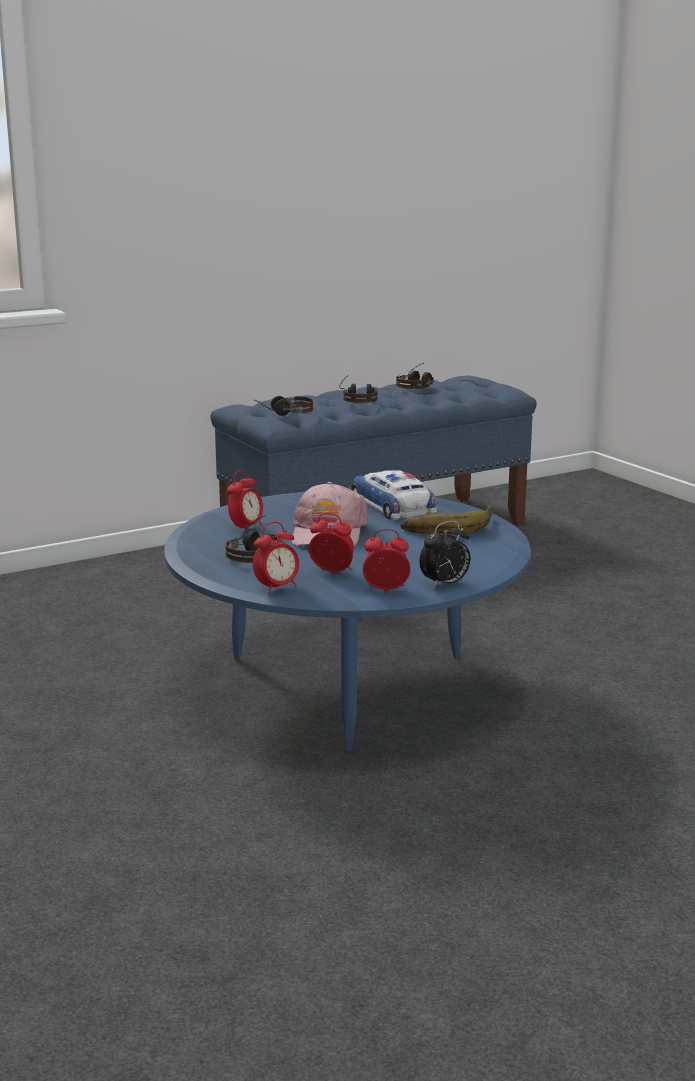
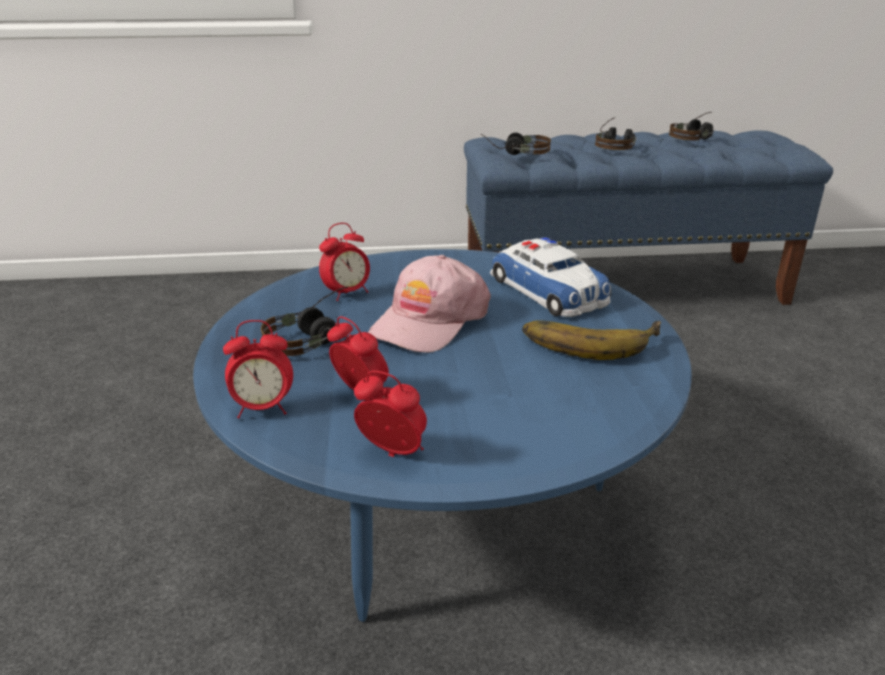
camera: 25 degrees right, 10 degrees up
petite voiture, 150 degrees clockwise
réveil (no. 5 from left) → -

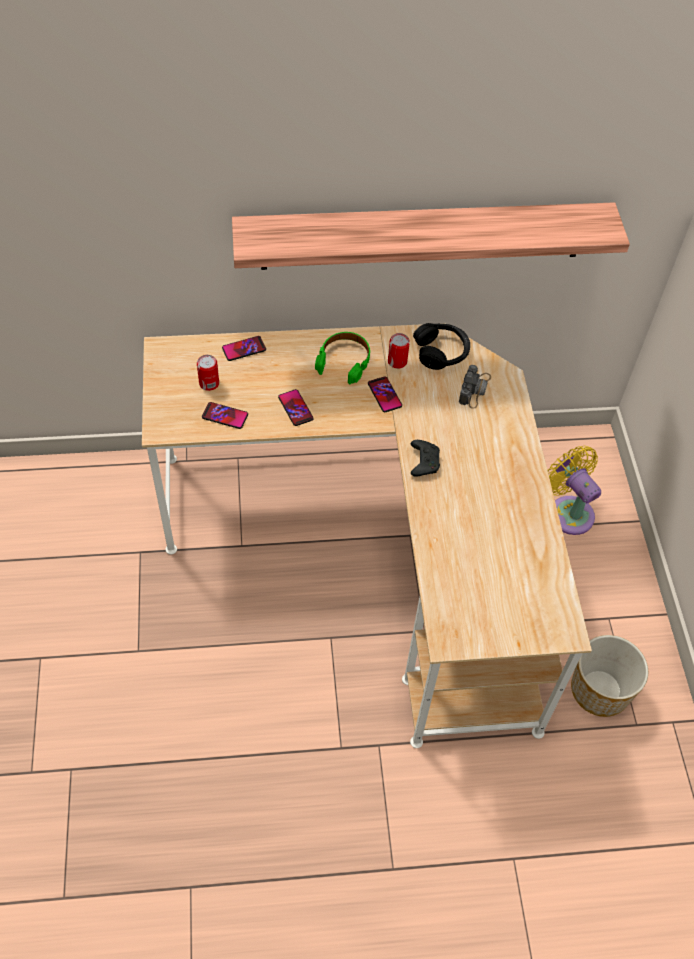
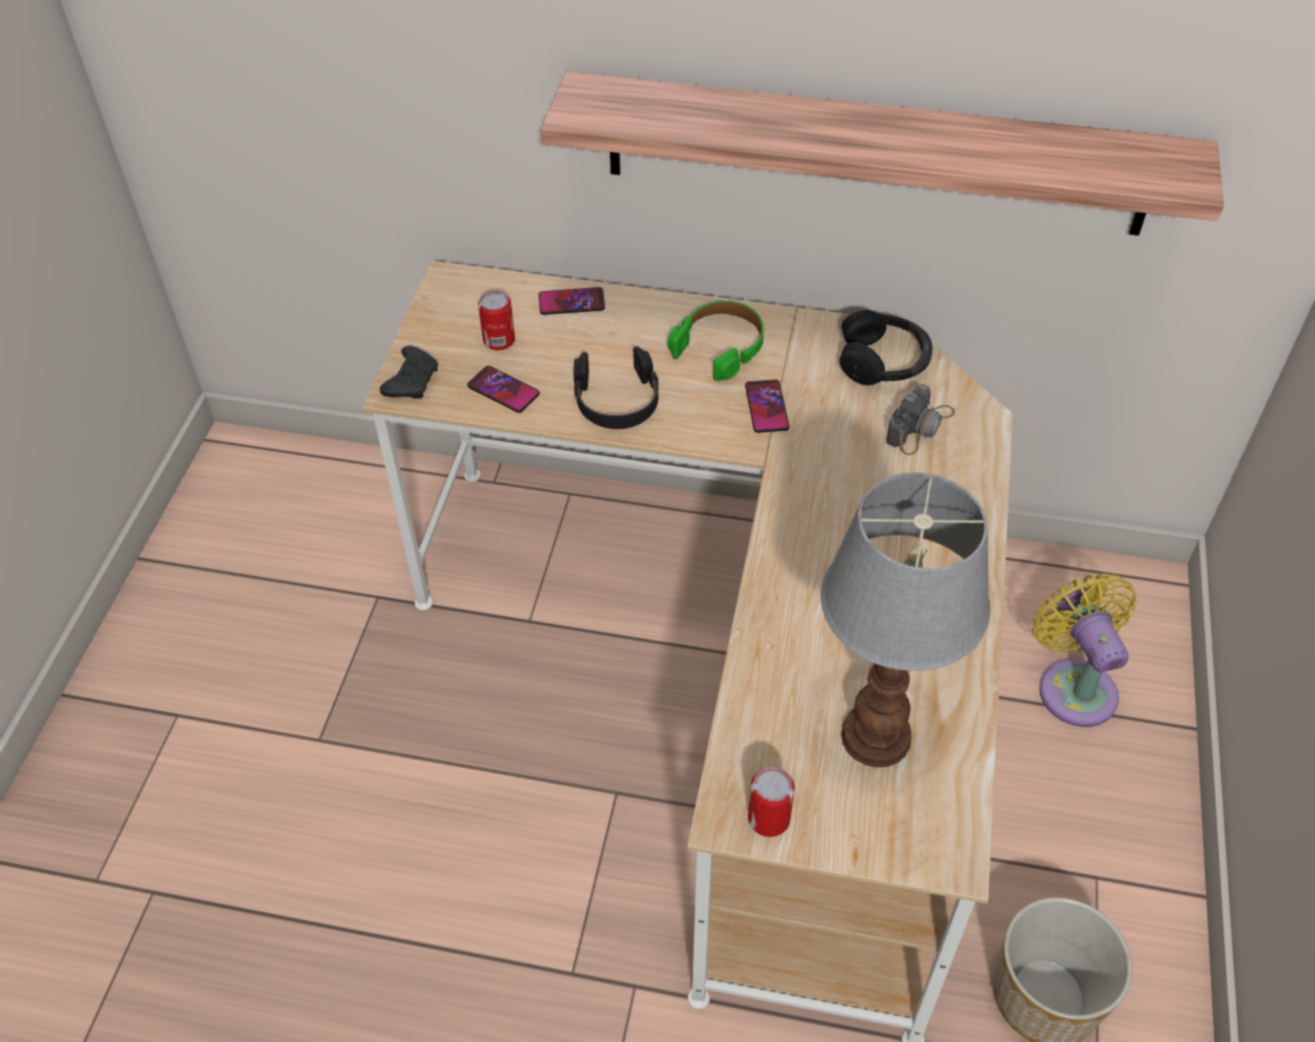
camera: 20 degrees right, 5 degrees down
manette/noir, relocated
téléphone (no. 3 from left) → casque audio/noir (no. 1 from left)
boîte métallique (no. 2 from left), relocated
- → lampe de table

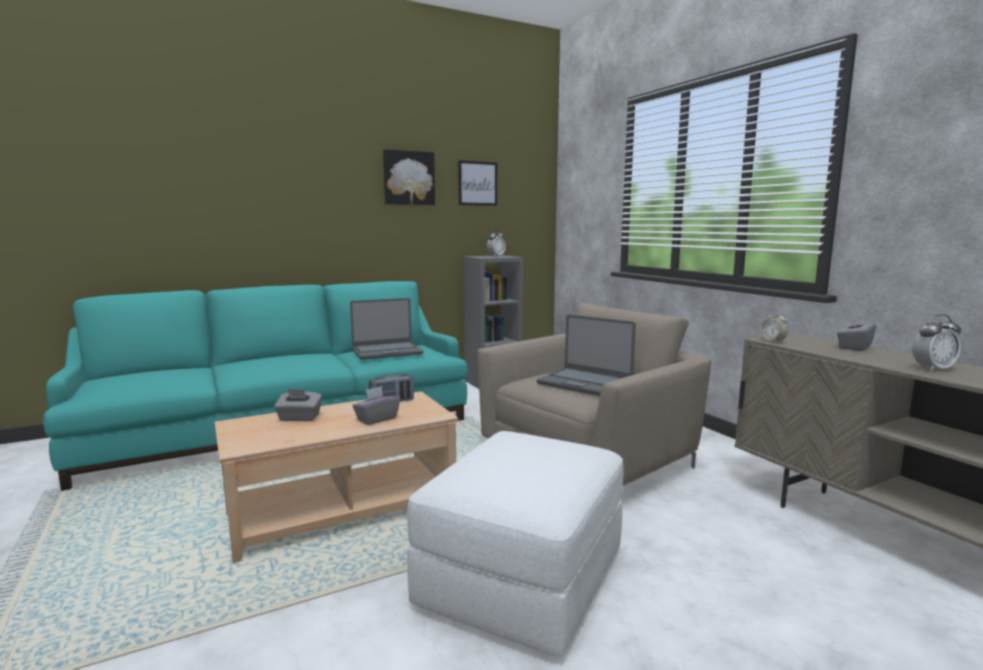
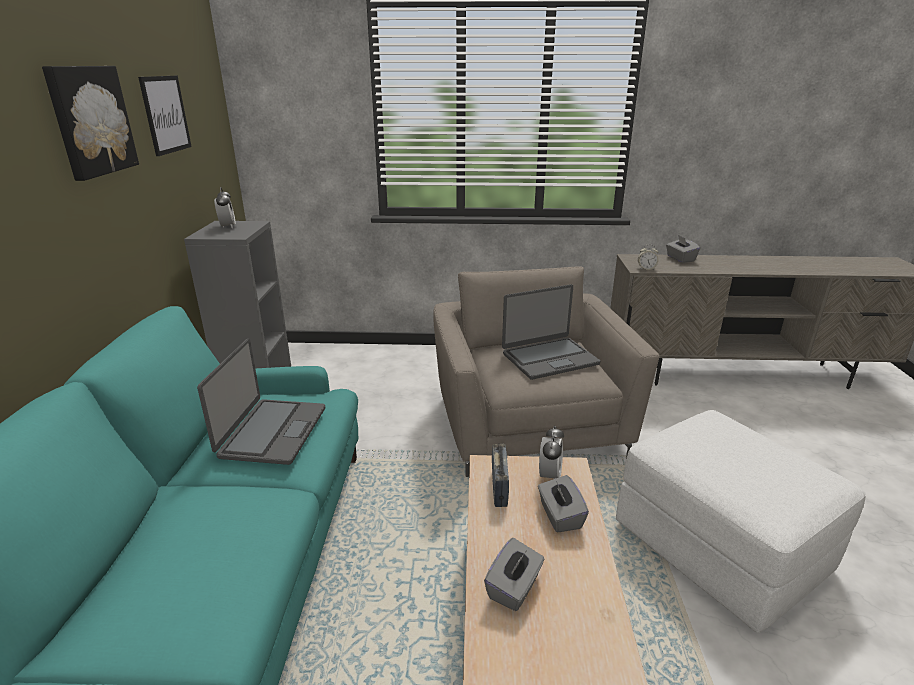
camera: 60 degrees left, 15 degrees up
réveil (no. 3 from left in the first image) → réveil (no. 2 from left), relocated

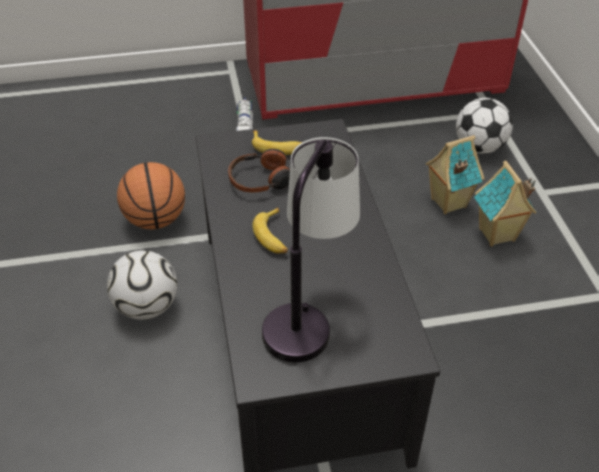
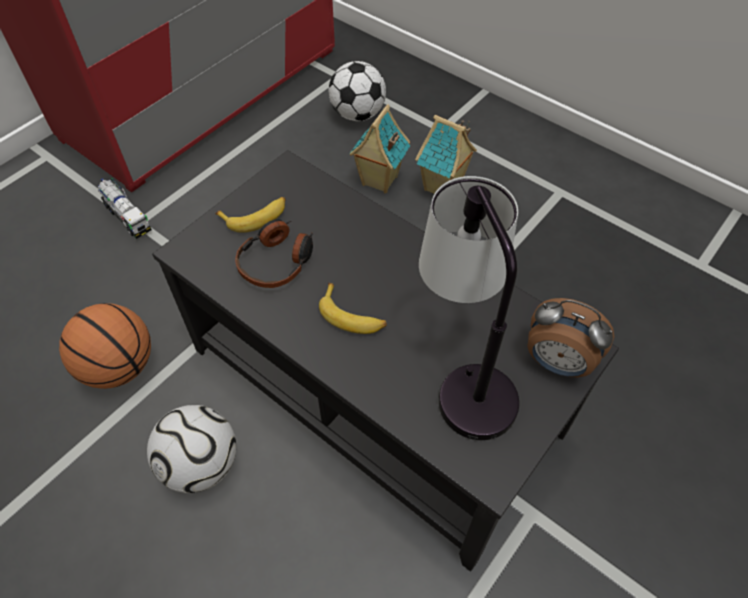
camera: 40 degrees left, 10 degrees up
- → réveil

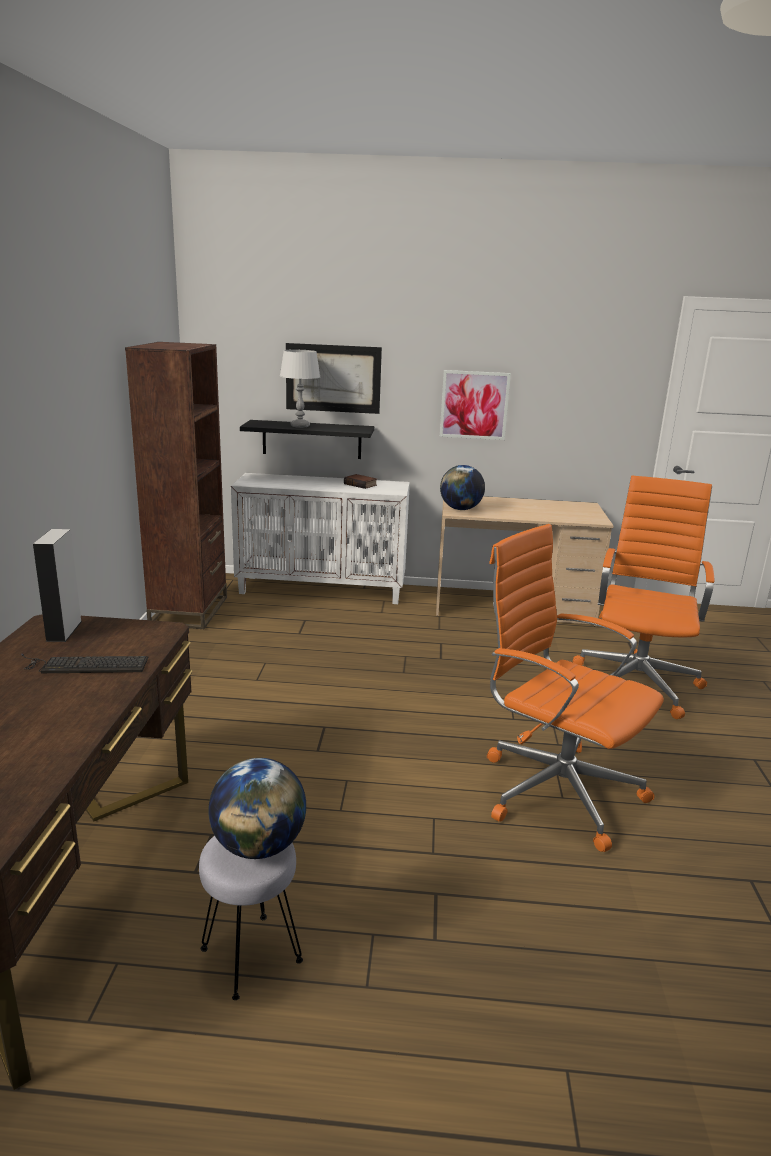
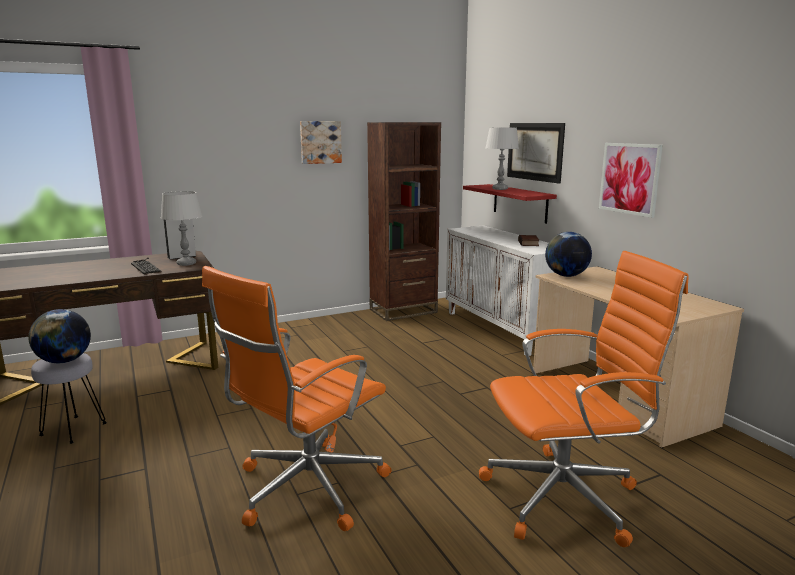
camera: 60 degrees right, 5 degrees down
- → lampe de table/gris (no. 1 from left)
chaise de bureau/orange (no. 1 from left), 150 degrees counterclockwise
- → tableau (no. 1 from left)
étagère/noir → étagère/rouge

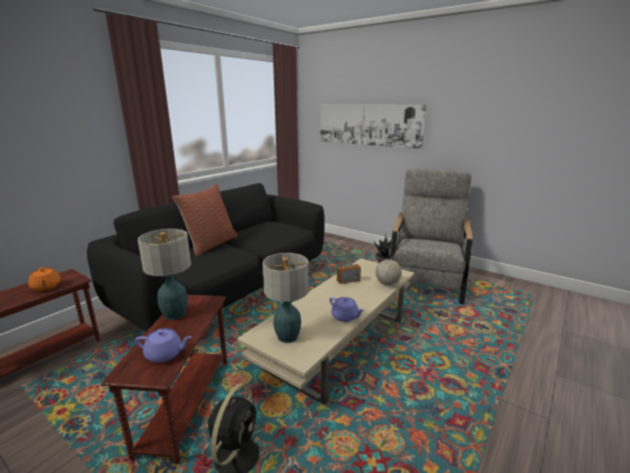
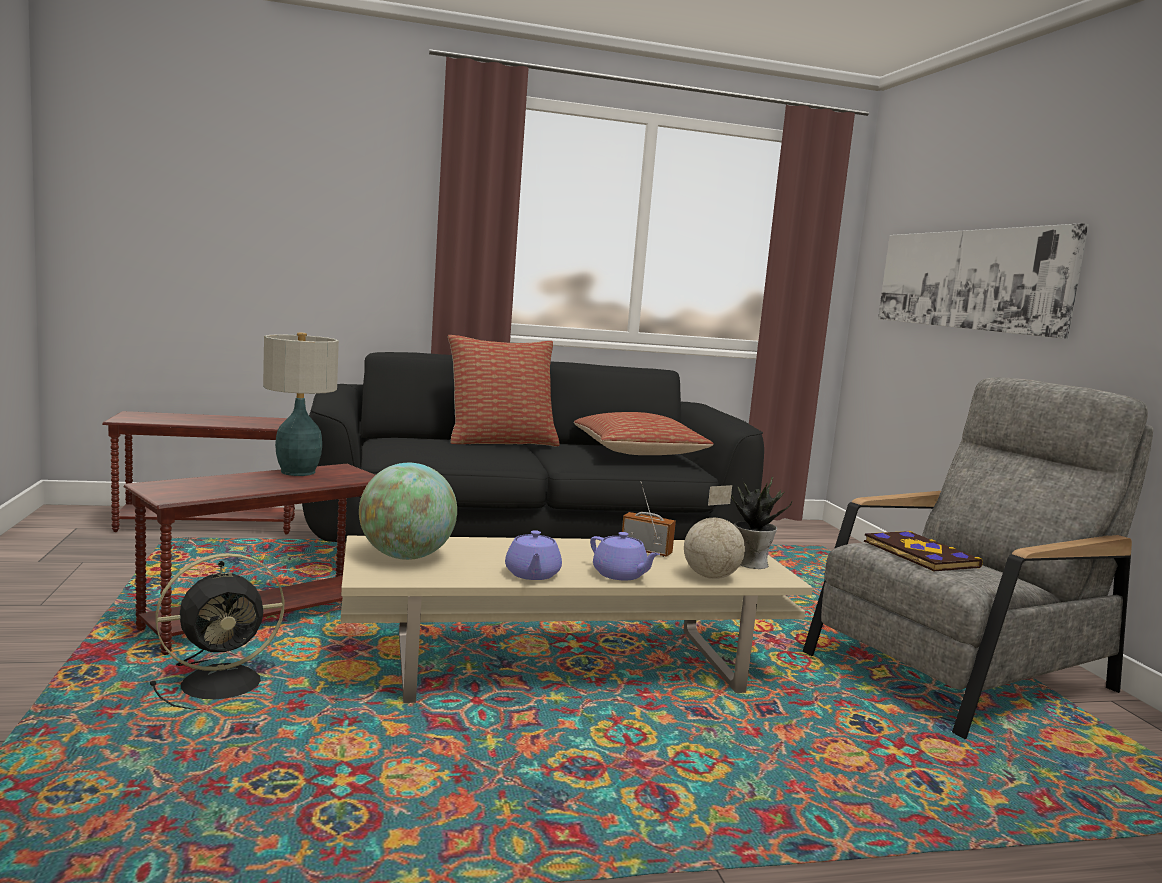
camera: 40 degrees right, 10 degrees down
lampe de table (no. 2 from left) → globe (no. 1 from left)
- → coussin (no. 2 from left)
théière/violet (no. 1 from left in the first image) → théière/violet (no. 2 from left), relocated
- → livre
théière/orange → -

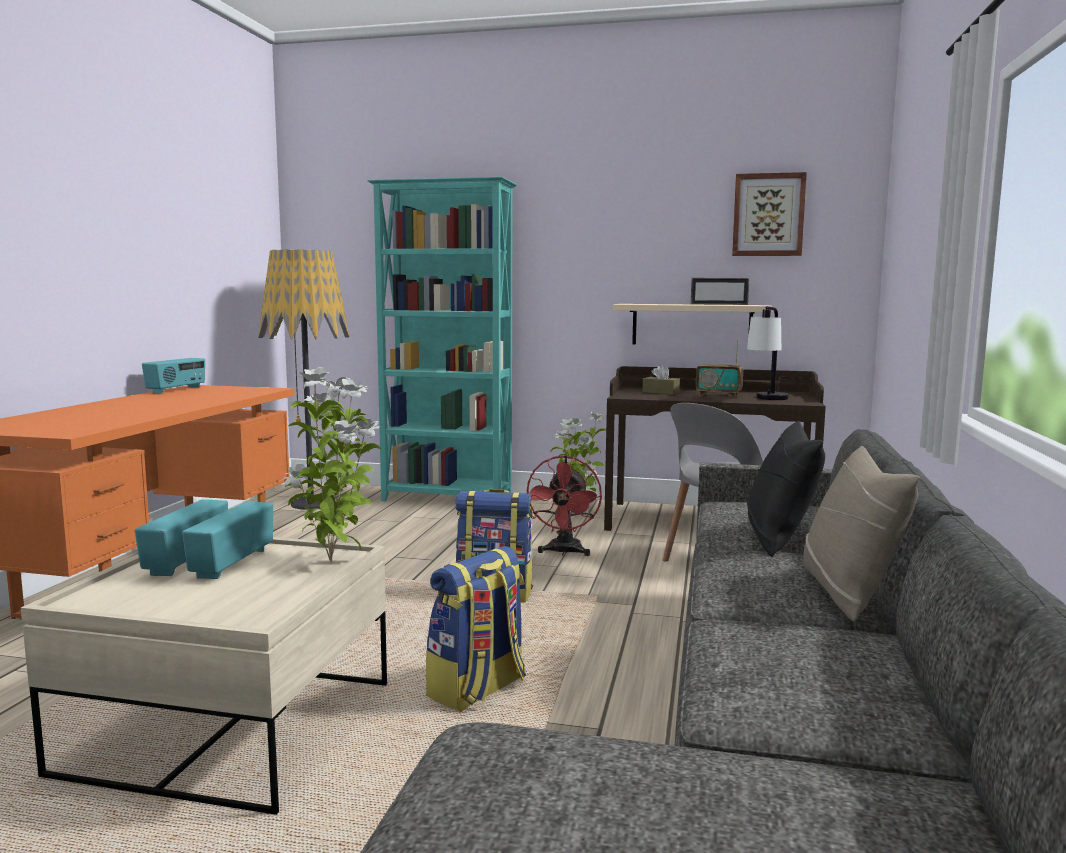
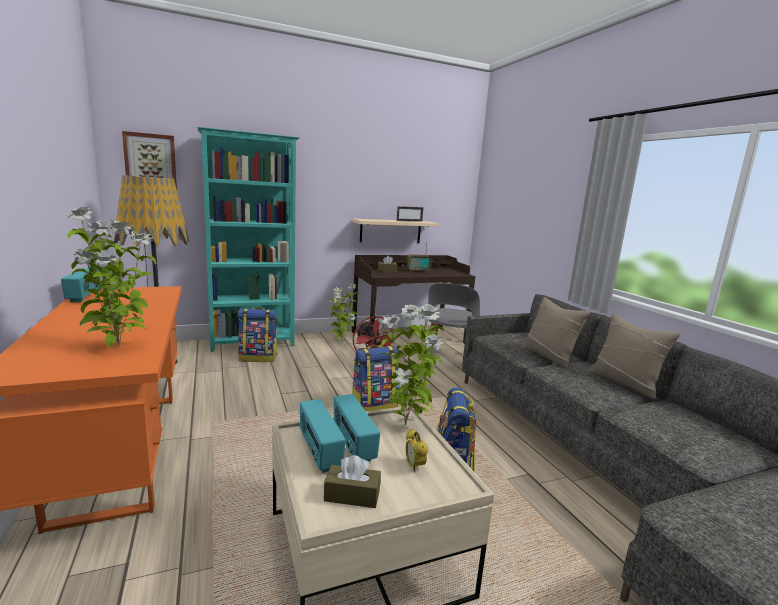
camera: 35 degrees left, 5 degrees up
- → plante en pot (no. 1 from left)
tableau, relocated
- → sac à dos (no. 1 from left)
- → boîte à mouchoirs/marron (no. 1 from left)
- → réveil
coussin/noir → coussin/beige (no. 1 from left)
lampe de table → -

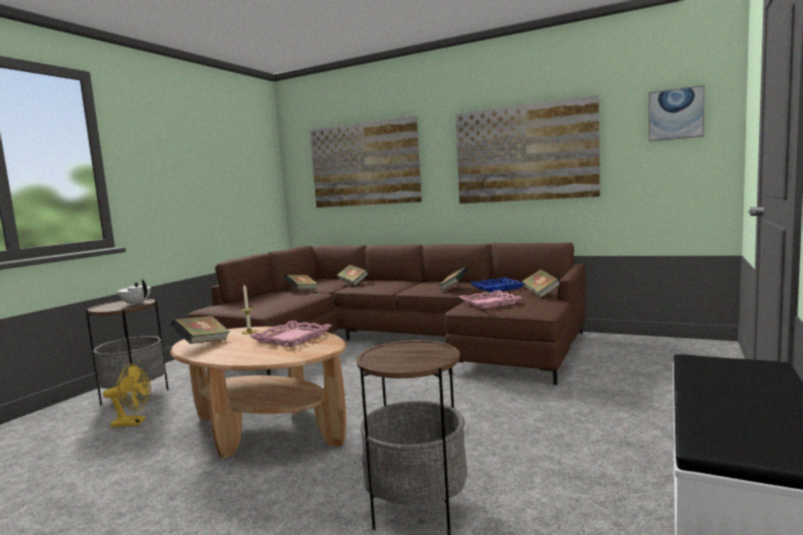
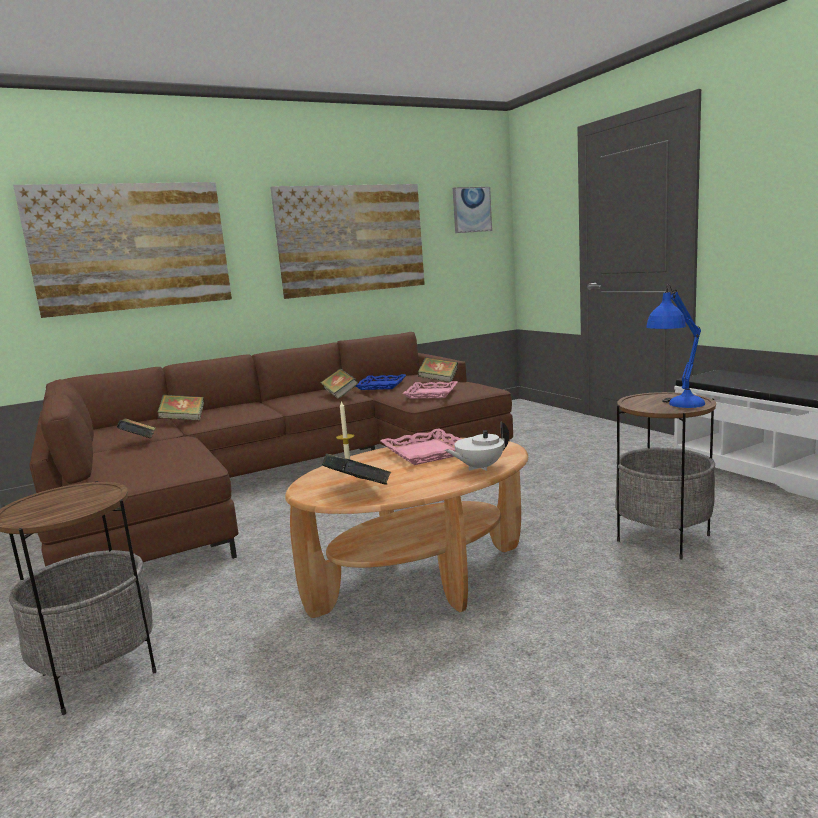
camera: 55 degrees left, 5 degrees up
théière/blanc, relocated
- → lampe de table/bleu
ventilateur/jaune → -

